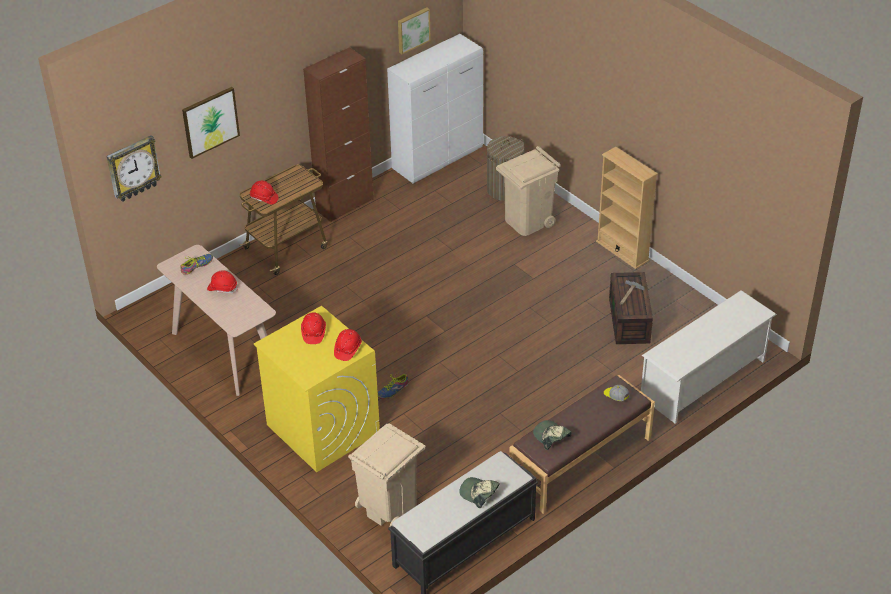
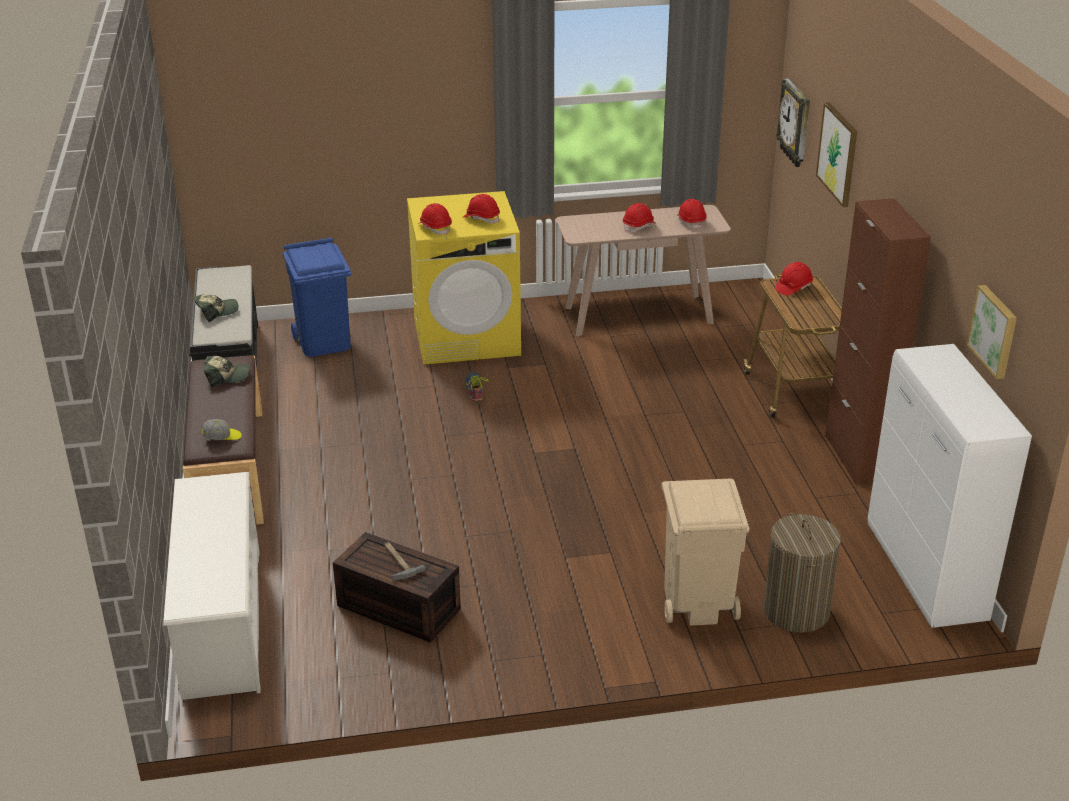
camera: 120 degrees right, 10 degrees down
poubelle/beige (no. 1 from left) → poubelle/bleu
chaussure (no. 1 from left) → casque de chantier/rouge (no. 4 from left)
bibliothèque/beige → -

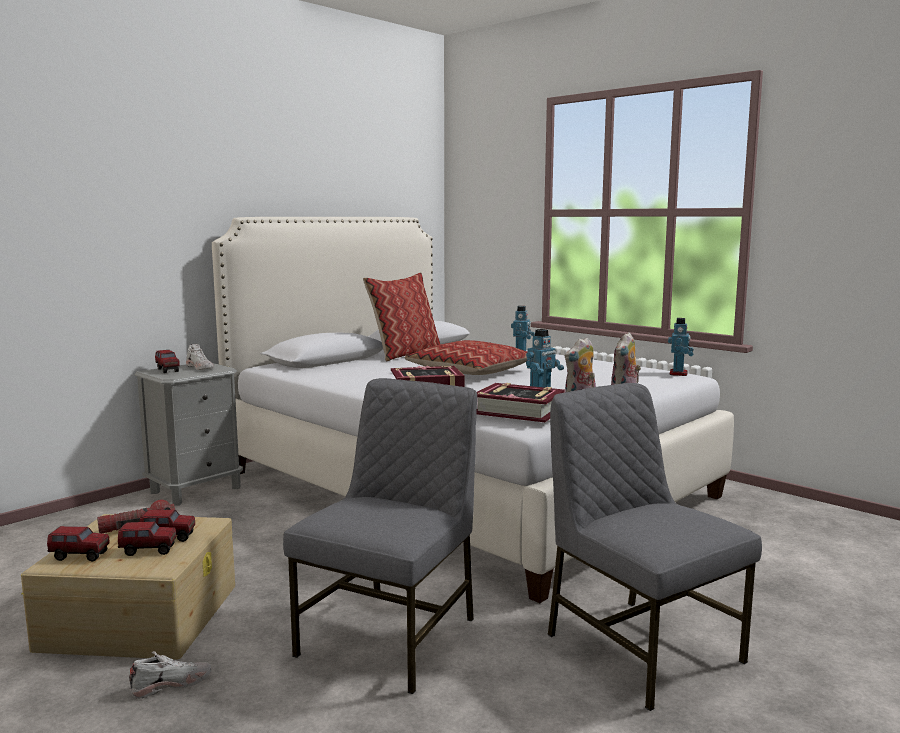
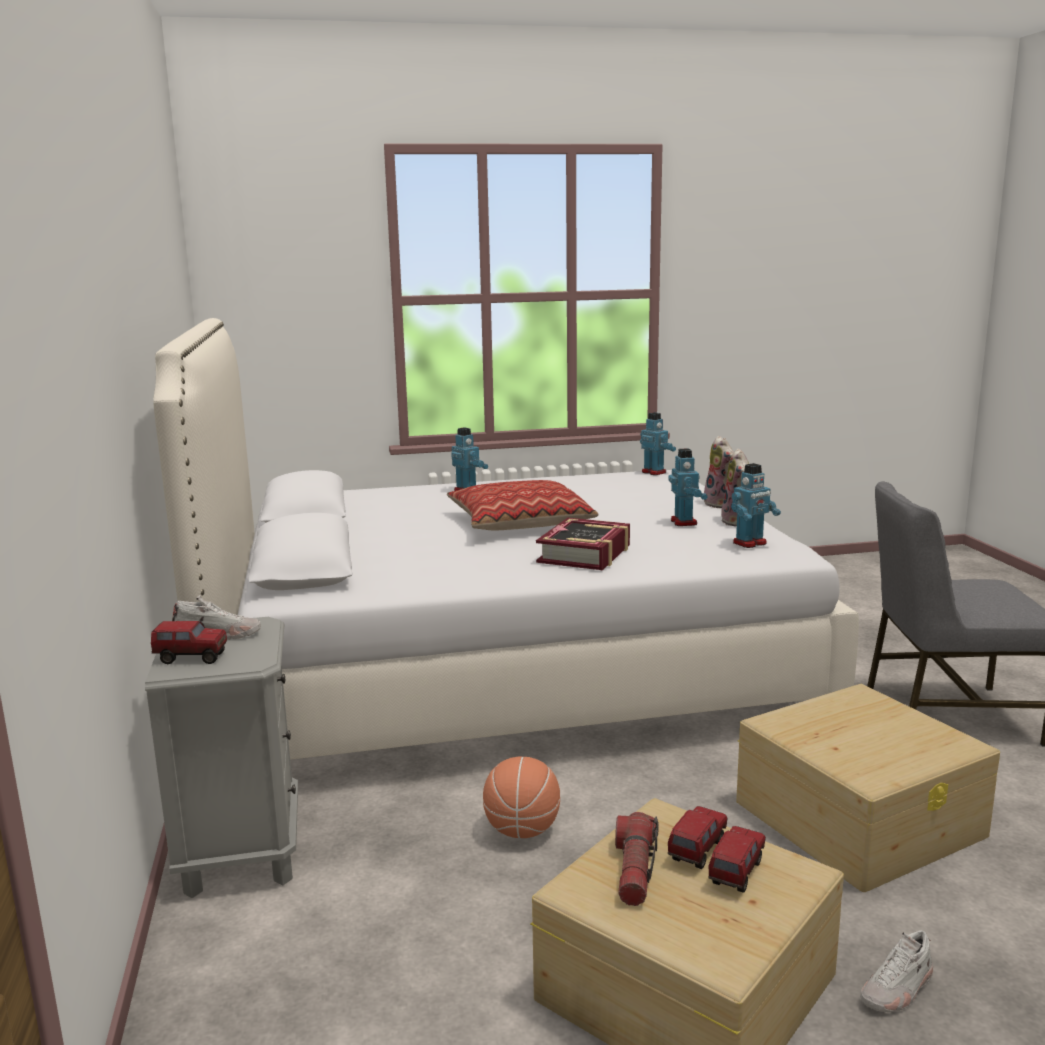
camera: 55 degrees left, 5 degrees up
- → ballon de basket
livre (no. 2 from left) → robot jouet (no. 4 from left)
chaise/gris (no. 1 from left) → boîte de rangement/beige (no. 2 from left)
chaussure/blanc (no. 1 from left in the first image) → chaussure/blanc (no. 2 from left), 135 degrees counterclockwise
camion jouet (no. 1 from left) → -
coussin (no. 1 from left) → -

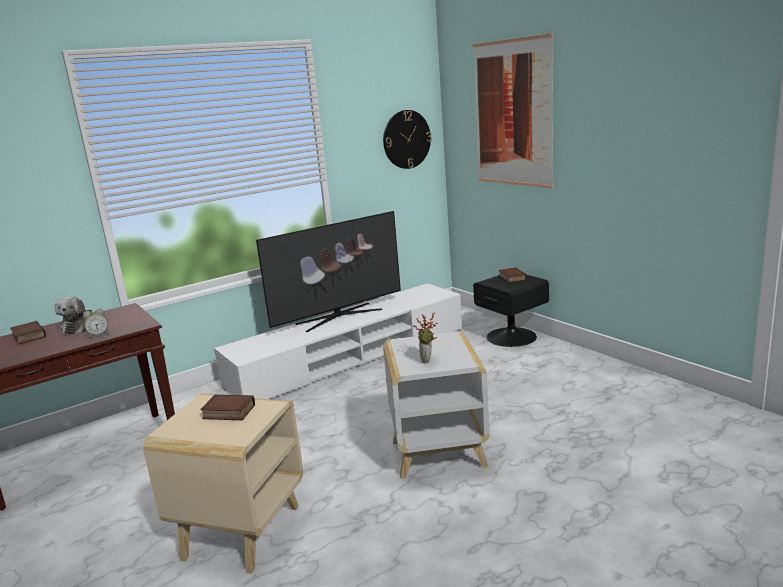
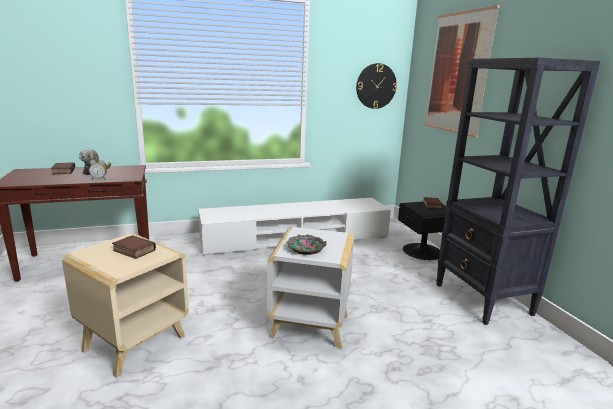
camera: 15 degrees right, 0 degrees up
plante en pot → bol
- → bibliothèque/noir
téléviseur → -

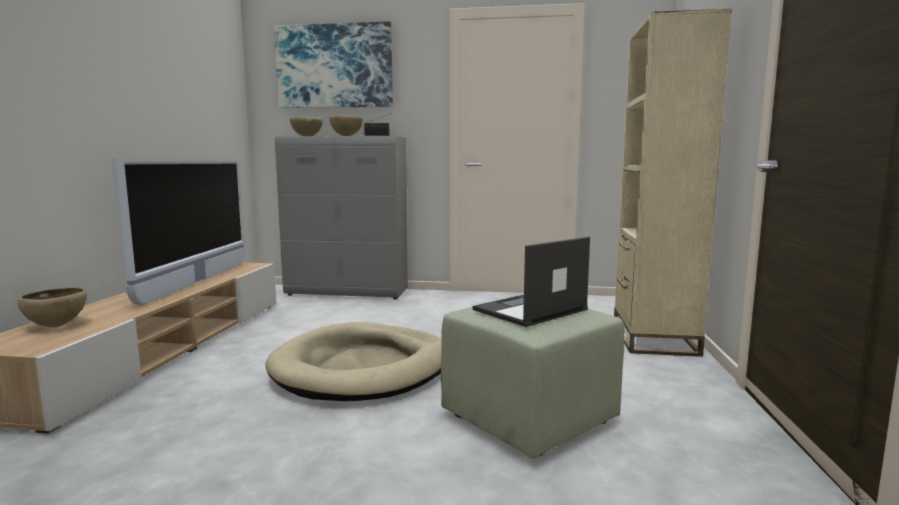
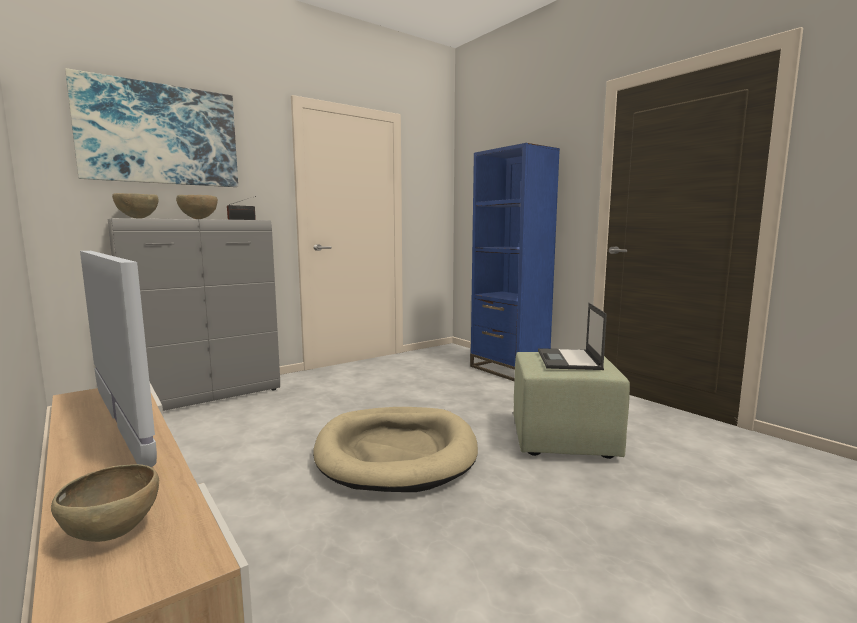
camera: 45 degrees left, 0 degrees up
bibliothèque/beige → bibliothèque/bleu

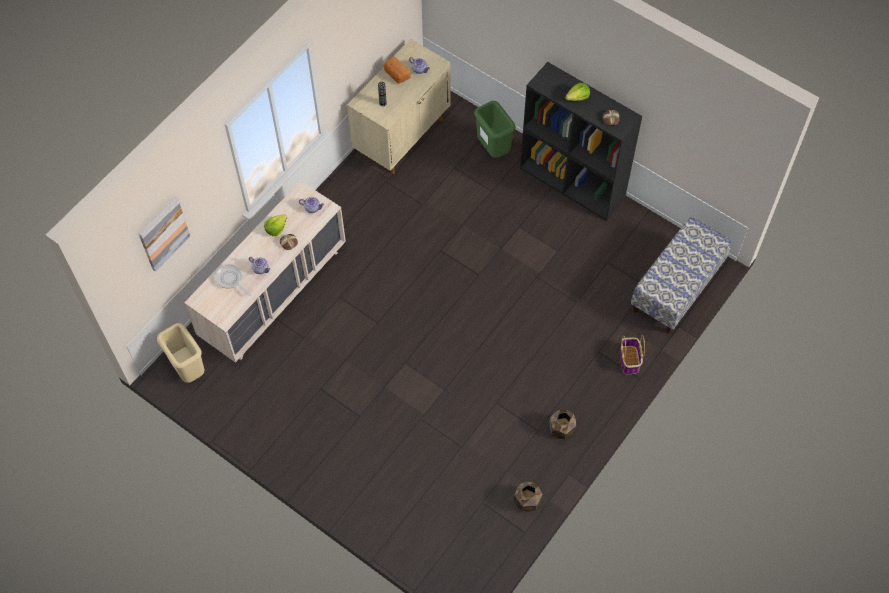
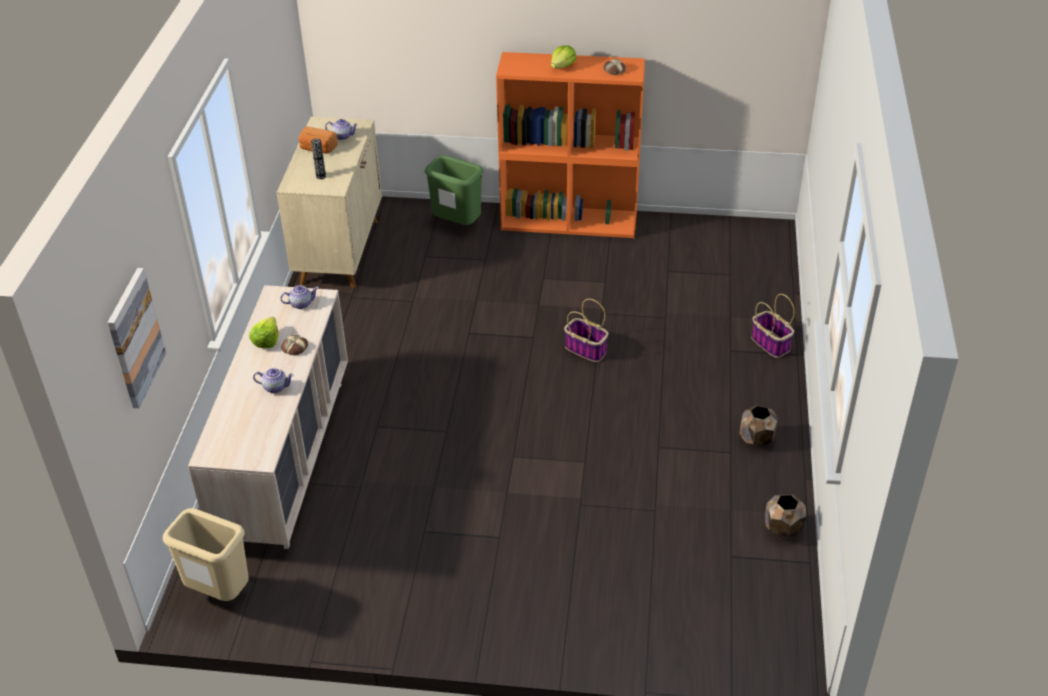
camera: 30 degrees left, 20 degrees down
bibliothèque/noir → bibliothèque/orange
- → panier (no. 1 from left)
poêle → -
banc → -

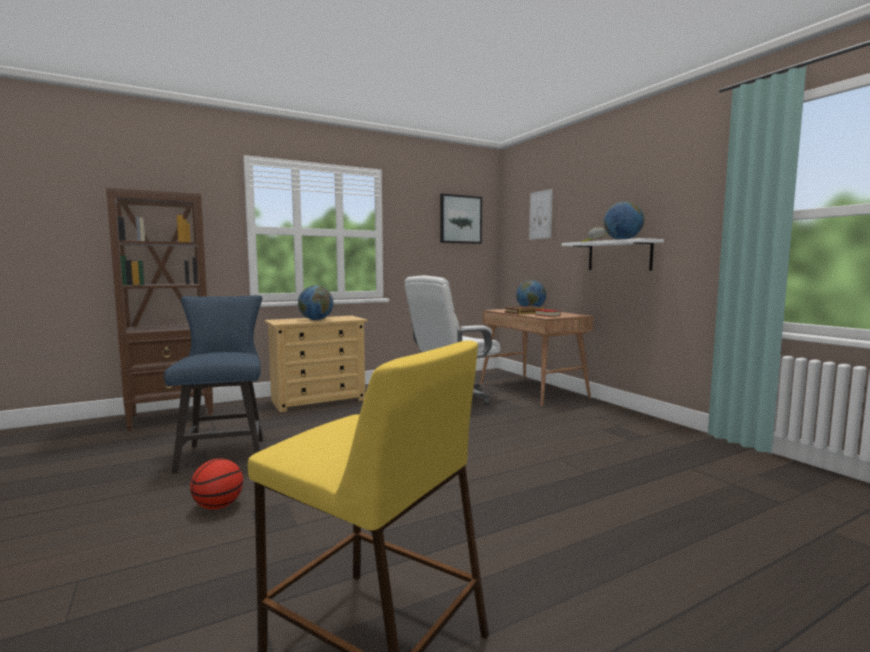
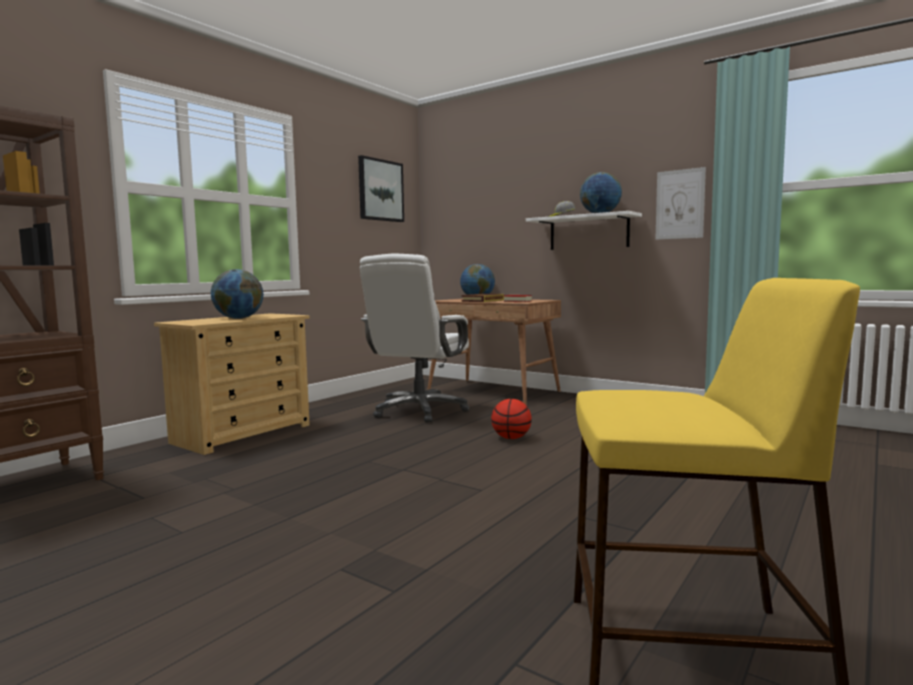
camera: 25 degrees left, 0 degrees up
ballon de basket, relocated
tableau (no. 2 from left), relocated
chaise/bleu → -

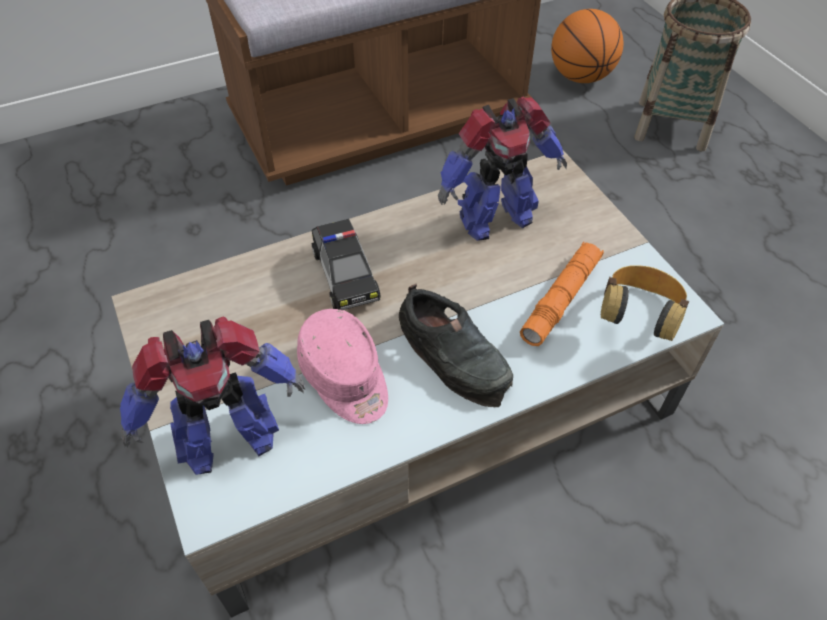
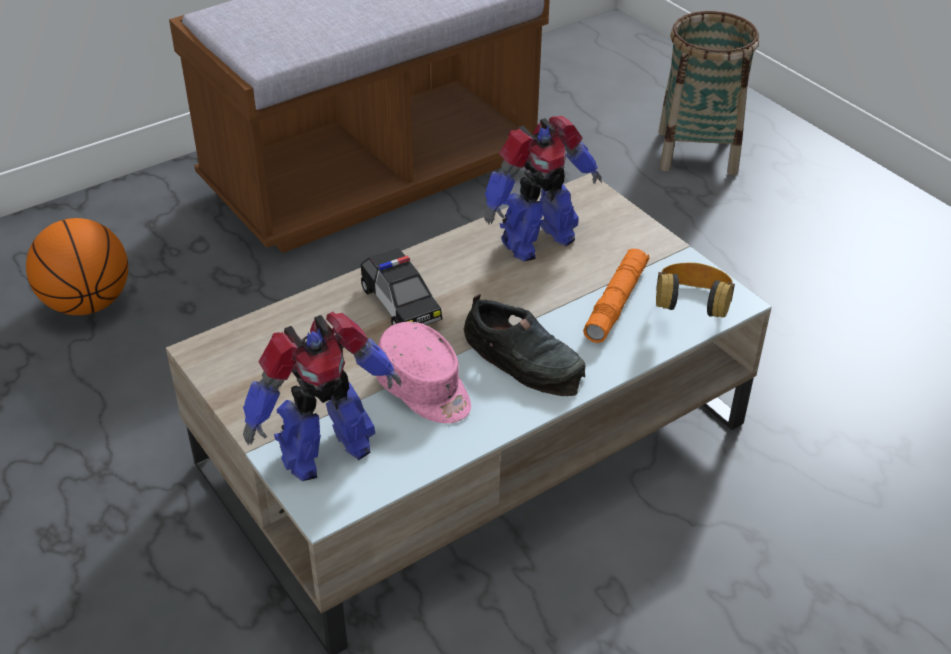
camera: 10 degrees left, 10 degrees down
ballon de basket, relocated

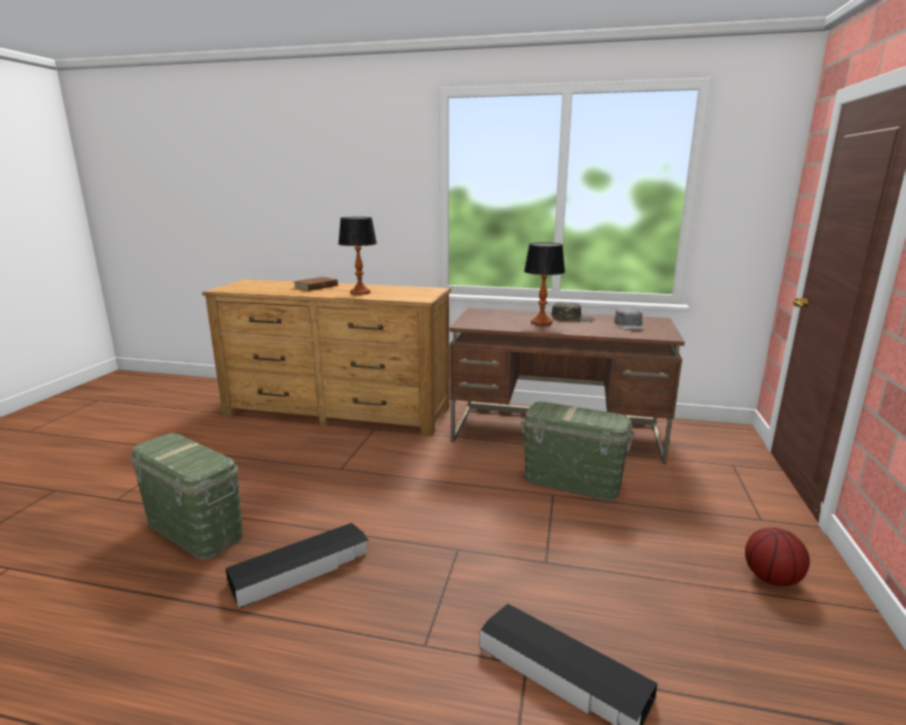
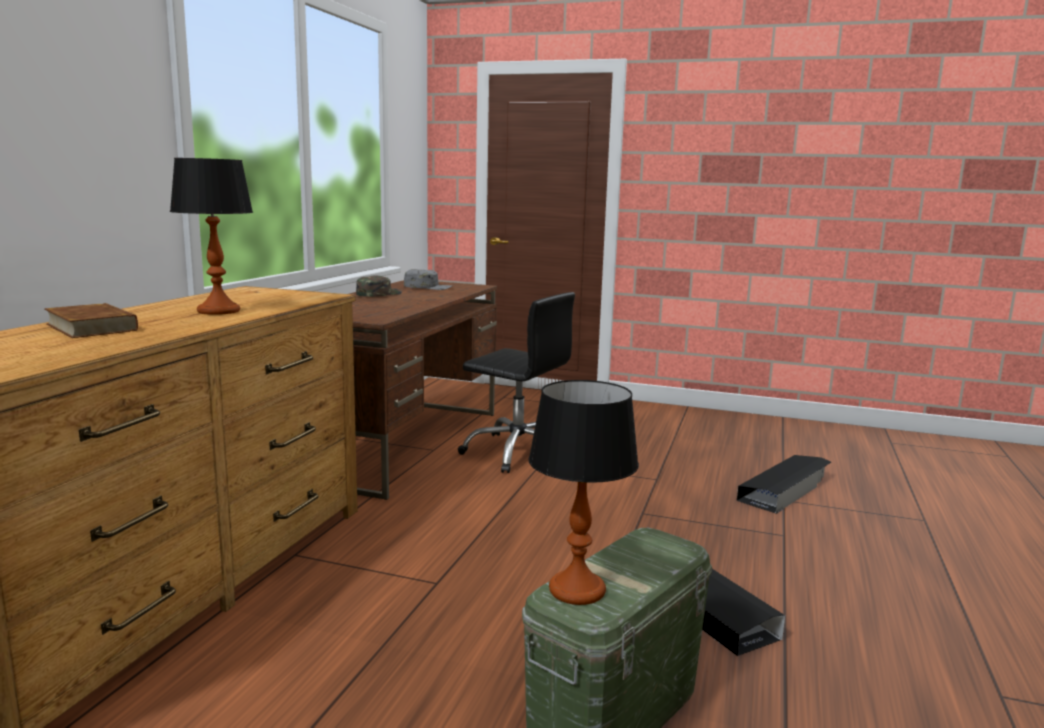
camera: 85 degrees left, 5 degrees down
boîte de rangement/vert (no. 2 from left) → chaise de bureau/noir
lampe de table (no. 2 from left), relocated
ballon de basket → -

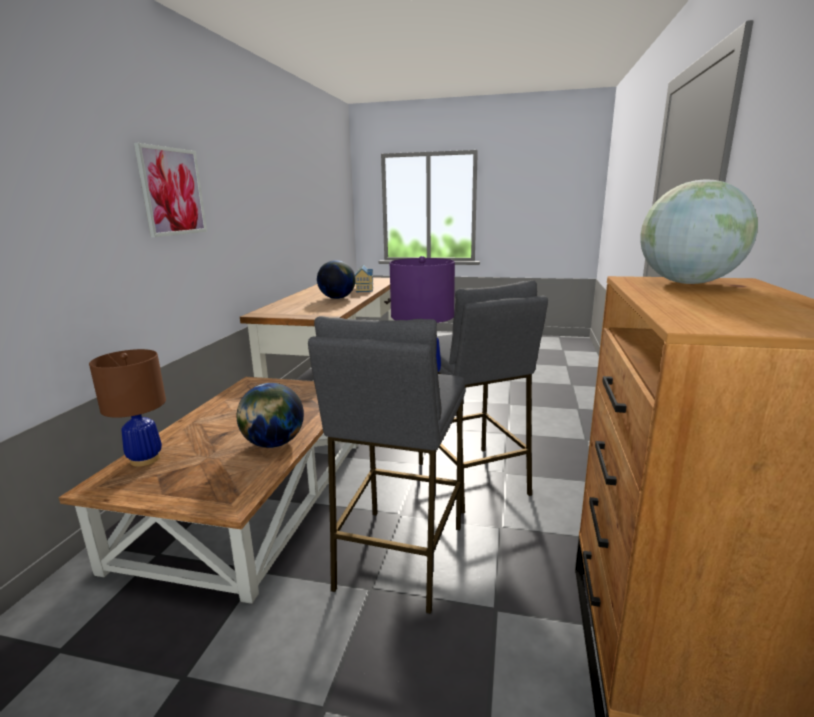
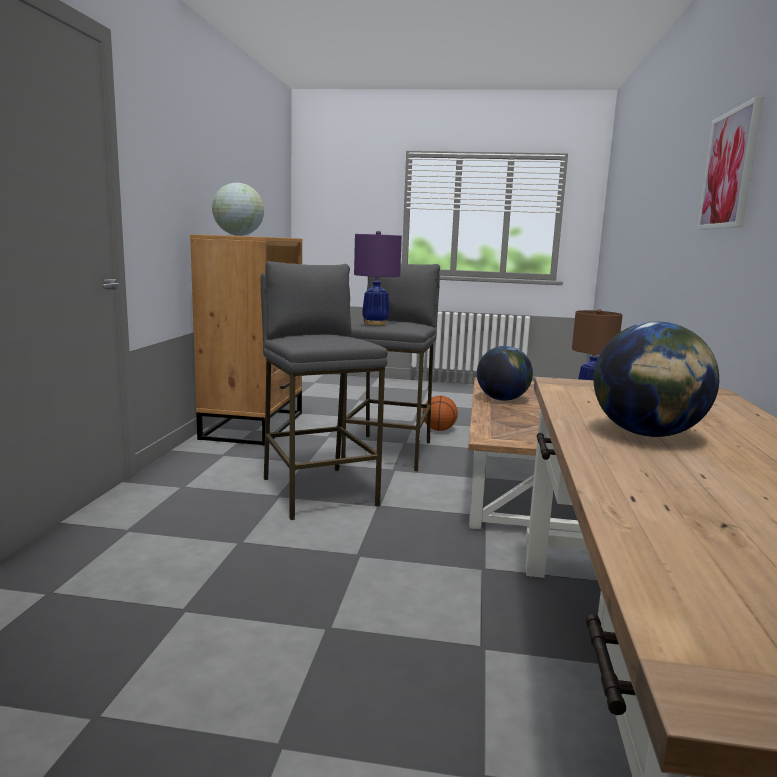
camera: 175 degrees right, 5 degrees down
- → ballon de basket
maison miniature → -

